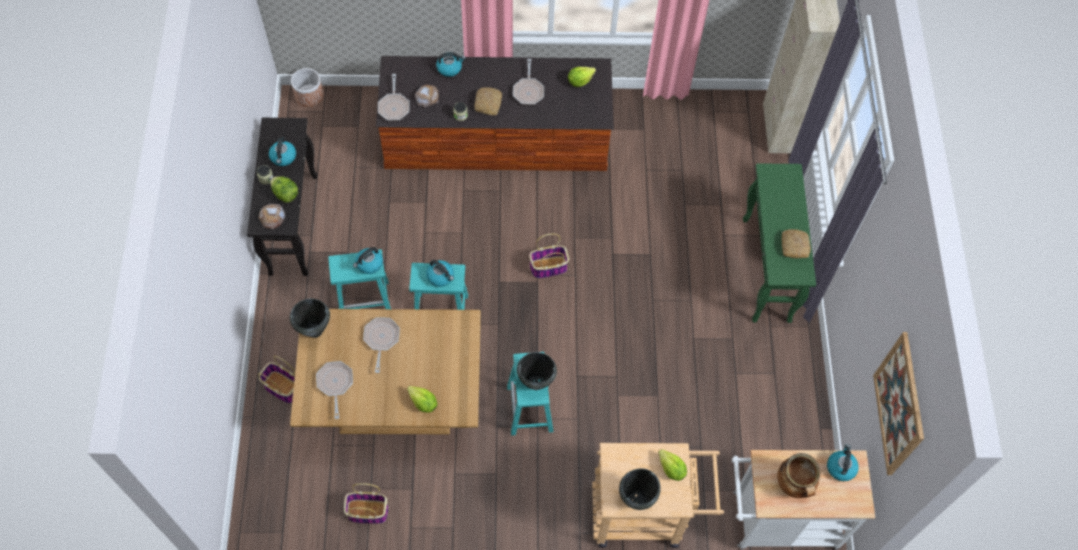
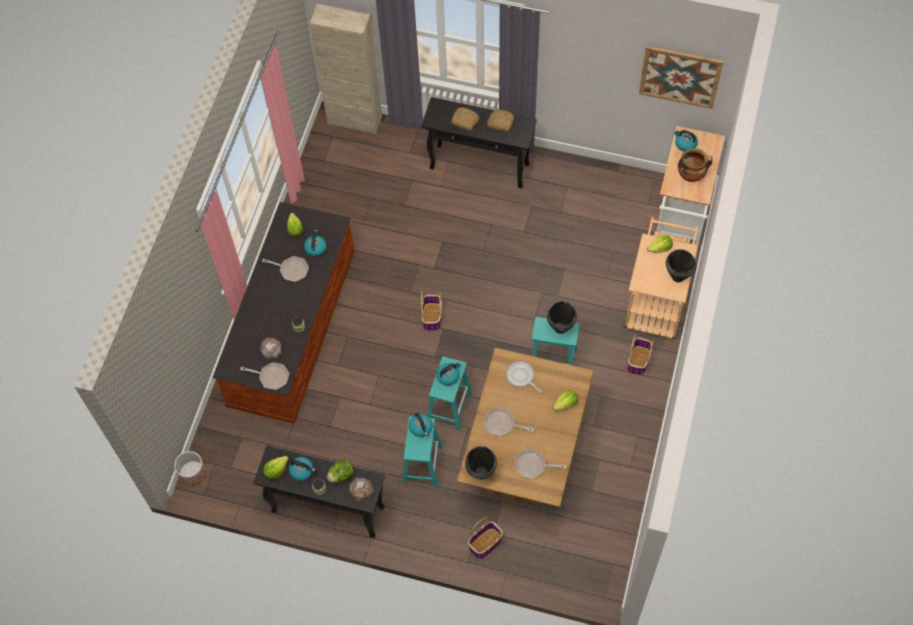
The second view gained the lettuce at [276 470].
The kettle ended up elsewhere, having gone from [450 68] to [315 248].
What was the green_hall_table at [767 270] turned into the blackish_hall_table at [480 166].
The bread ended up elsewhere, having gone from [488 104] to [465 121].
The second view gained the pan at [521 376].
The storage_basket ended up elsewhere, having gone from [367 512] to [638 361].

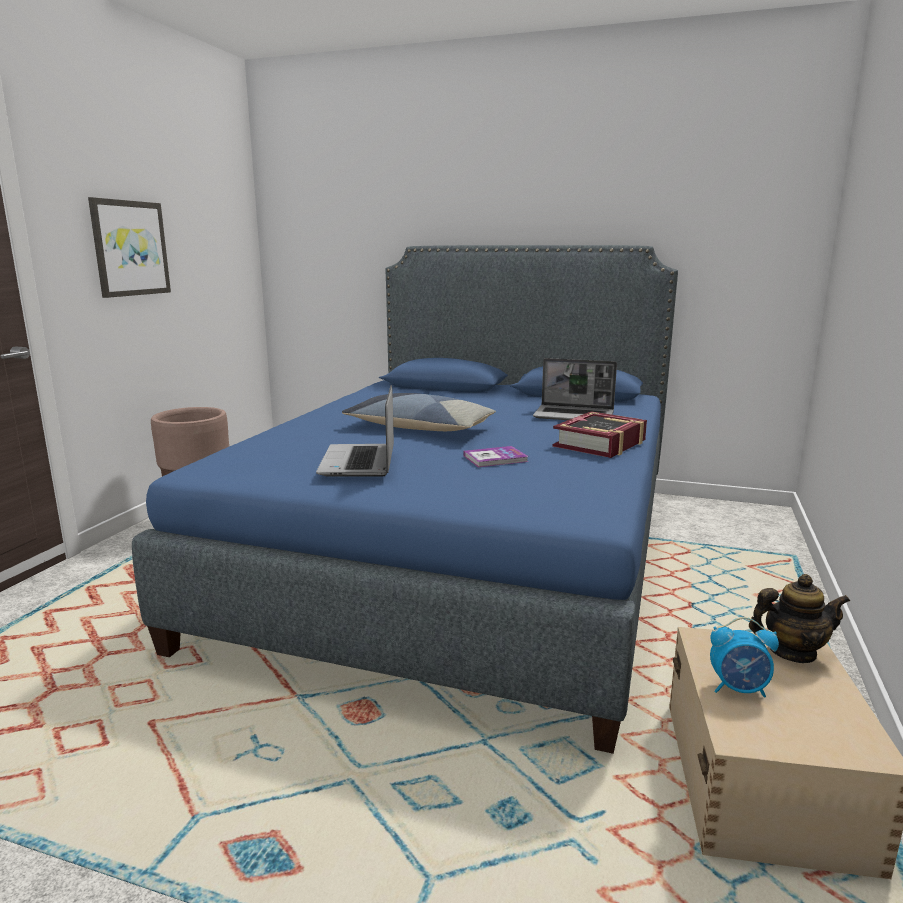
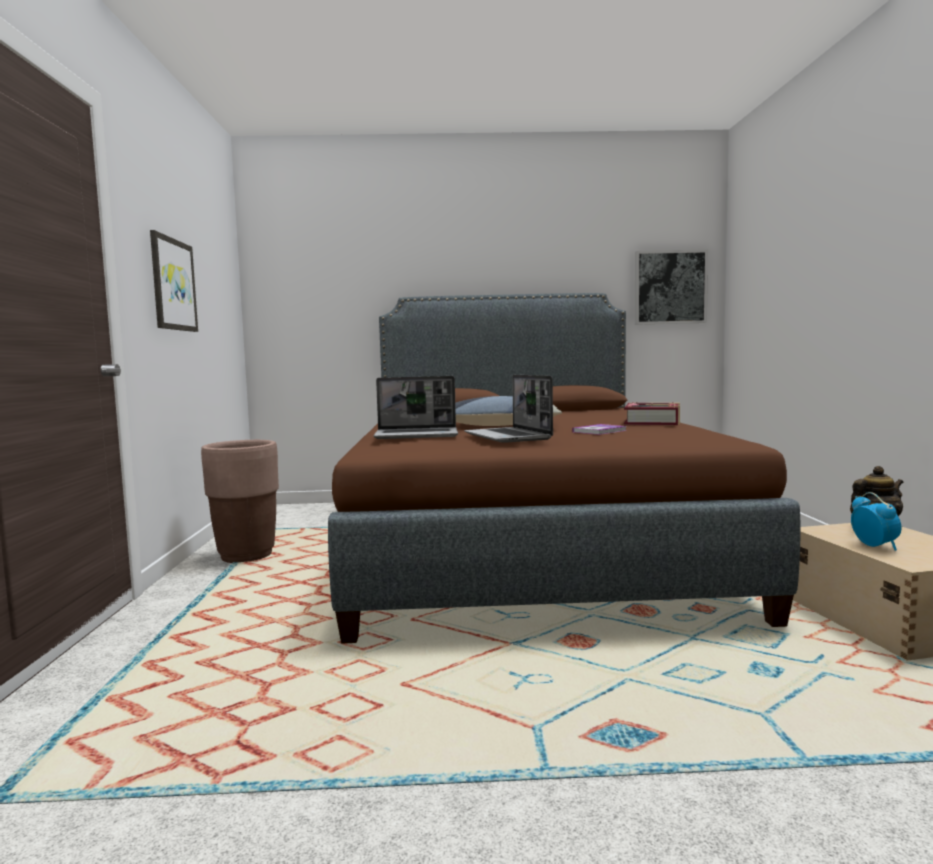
What was the bluish_bedroom_bed at [463 556] turned into the brown_bedroom_bed at [525 545].
The laptop ended up elsewhere, having gone from [575 416] to [417 435].
The second view gained the wall_picture at [670 287].
The table_clock at [739 689] ended up facing another way, 90 degrees counterclockwise from before.

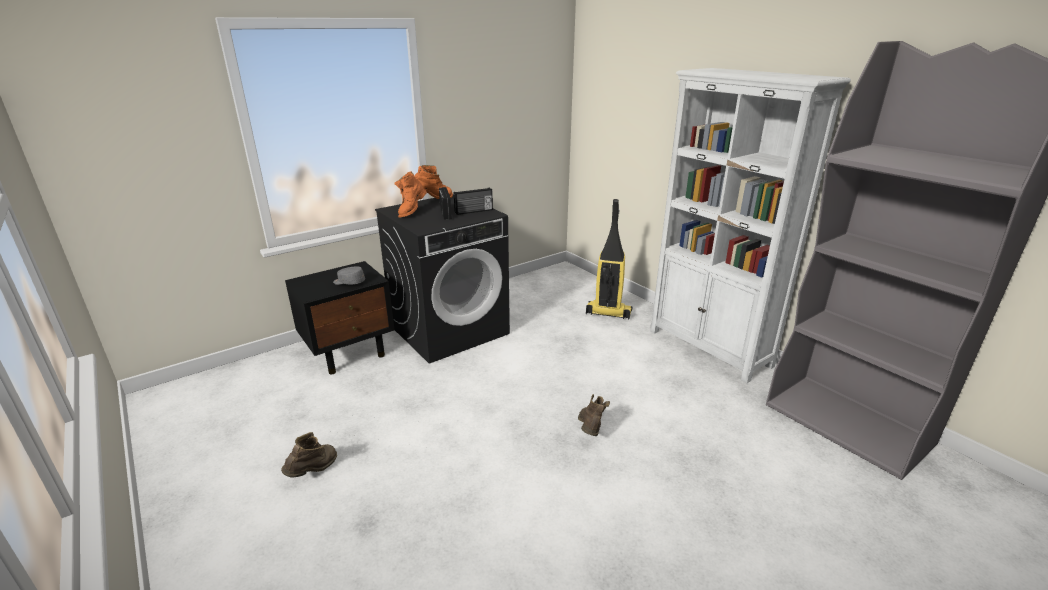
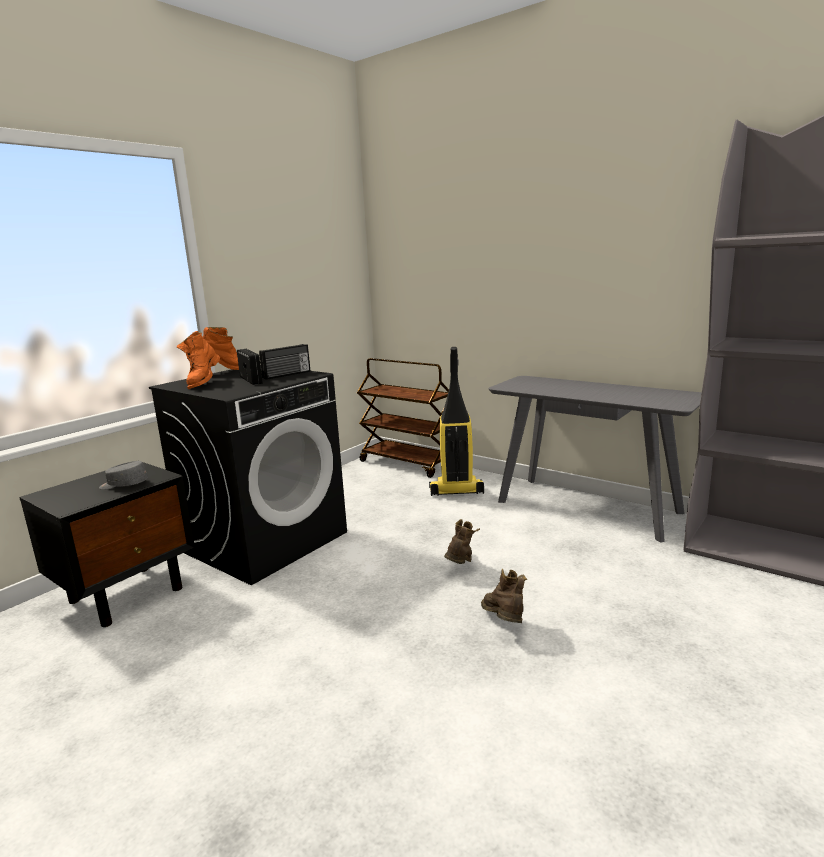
The second view gained the brown_wheeled_cart at [407 463].
The brown_high-top_boot ended up elsewhere, having gone from [314 471] to [460 565].
Where the white-coloured_bookshelf stood at [709 348], the gray_hall_table came to stand at [588 507].

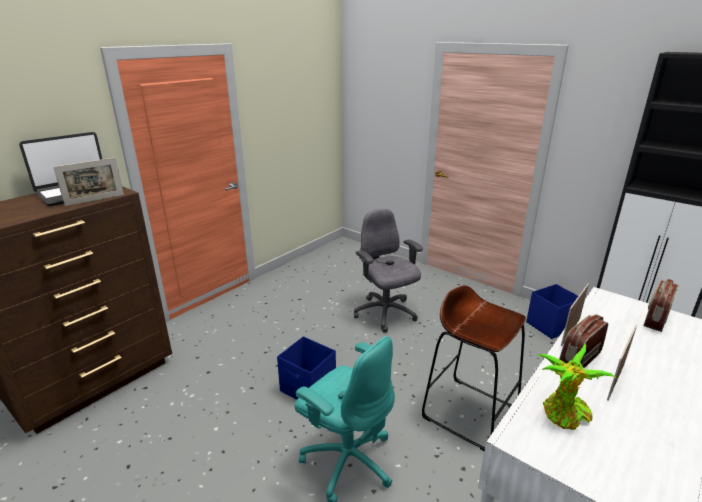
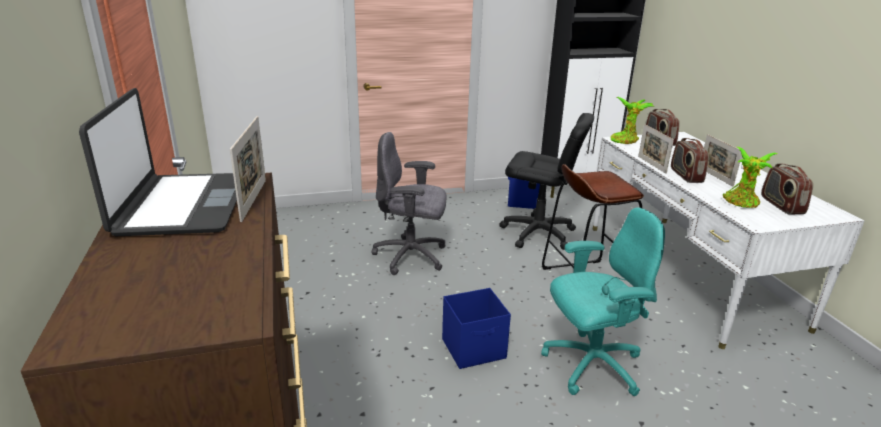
The second view gained the blackish_office_chair at [538 233].
The second view gained the plant_in_a_pot at [625 140].
The second view gained the radio at [781 205].

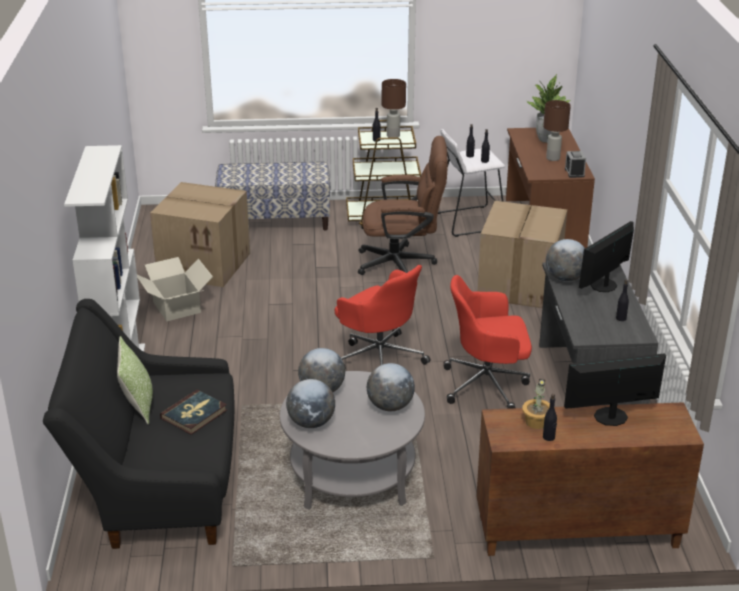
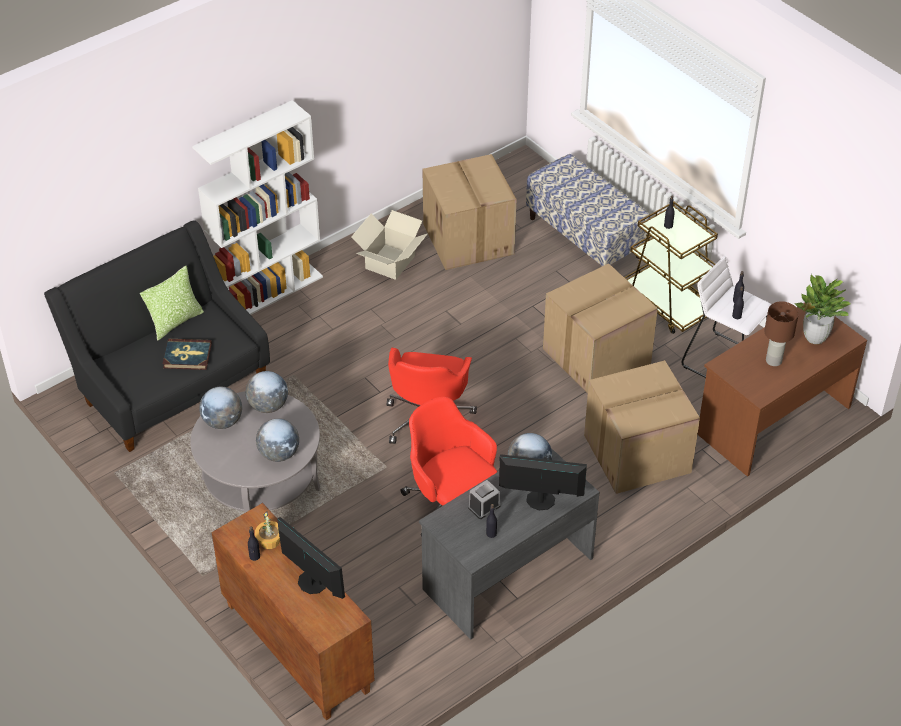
The table_clock ended up elsewhere, having gone from [574 172] to [484 507].
Where the brown_office_chair stood at [403 263], the packing_box came to stand at [596 357].
The second view lost the brown_table_lamp at [393 136].

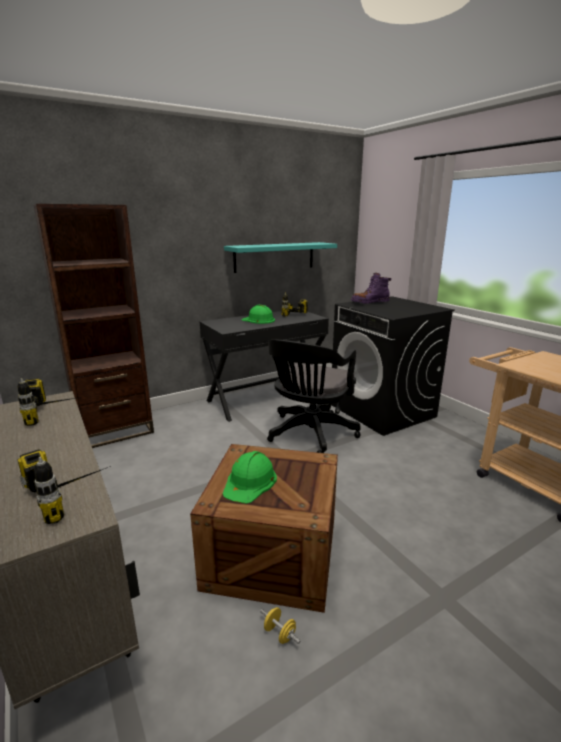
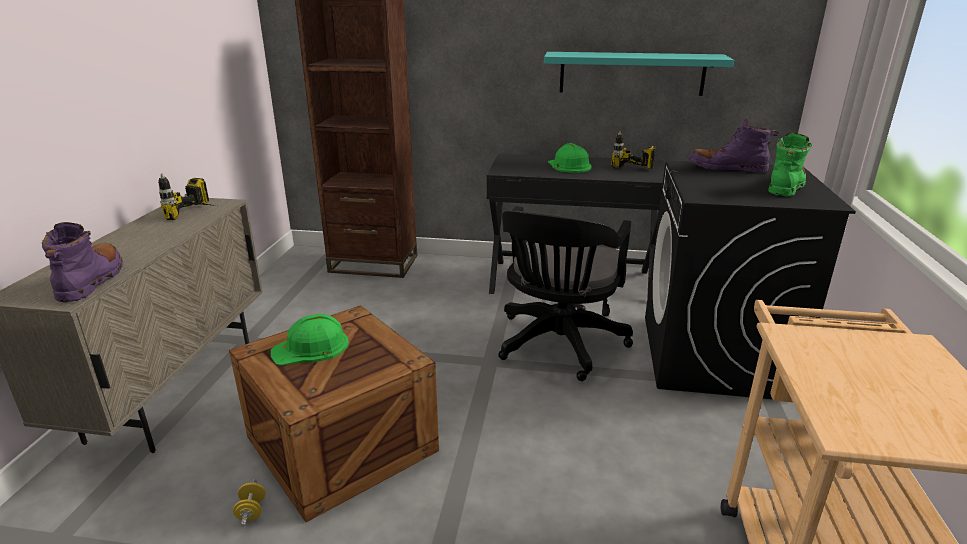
Where the power_drill stood at [75 494], the purple_high-top_boot came to stand at [92 280].
The blackish_office_chair at [309 435] ended up facing another way, 45 degrees counterclockwise from before.
The second view gained the green_high-top_boot at [785 186].

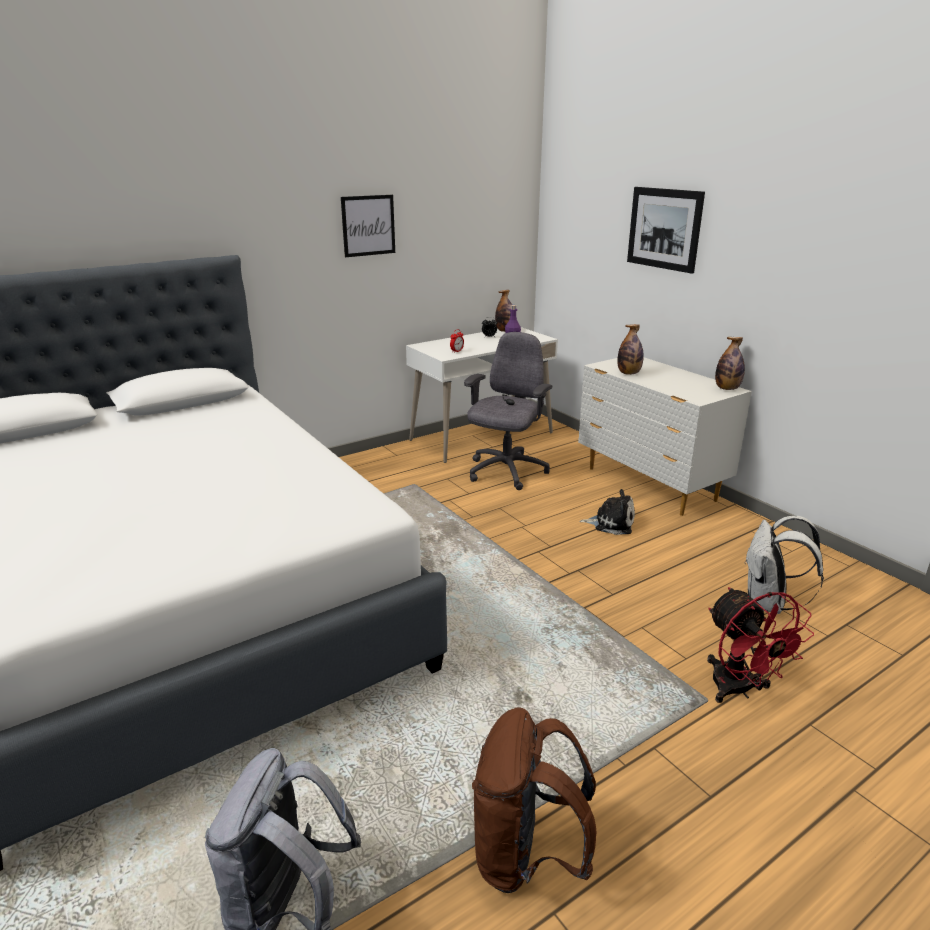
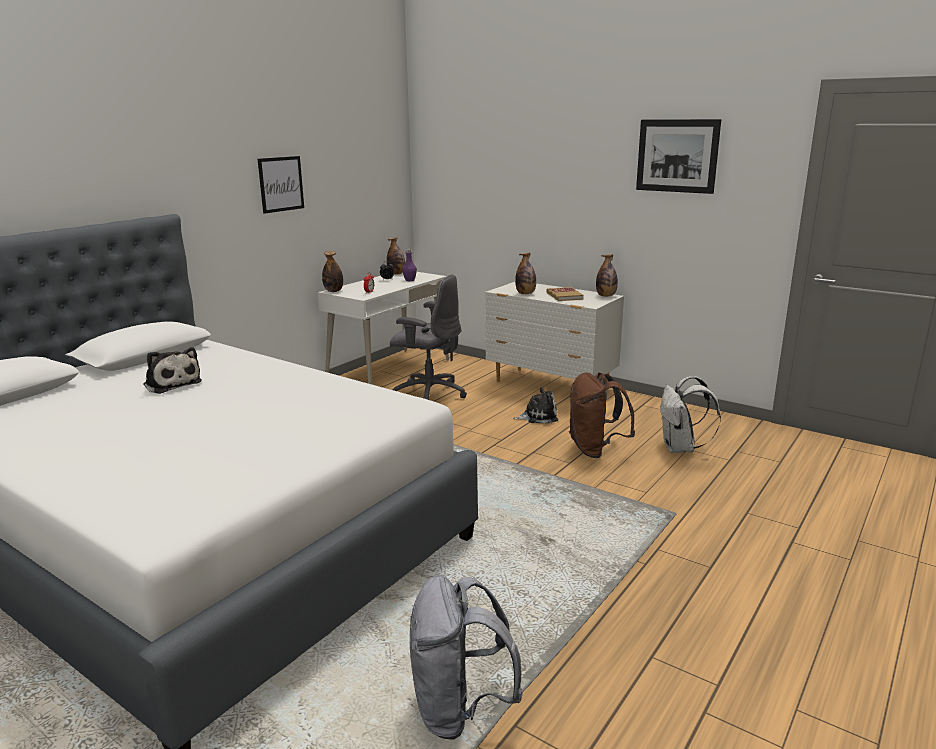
The second view gained the plush_toy at [172 383].
The second view gained the drink_bottle at [333 291].
The gray_office_chair at [505 472] ended up facing another way, 105 degrees clockwise from before.
The second view gained the book at [564 296].
The brown_rucksack ended up elsewhere, having gone from [526 856] to [595 450].
The wall_picture ended up elsewhere, having gone from [664 229] to [677 156].
The second view lost the reddish_cooling_fan at [739 690].

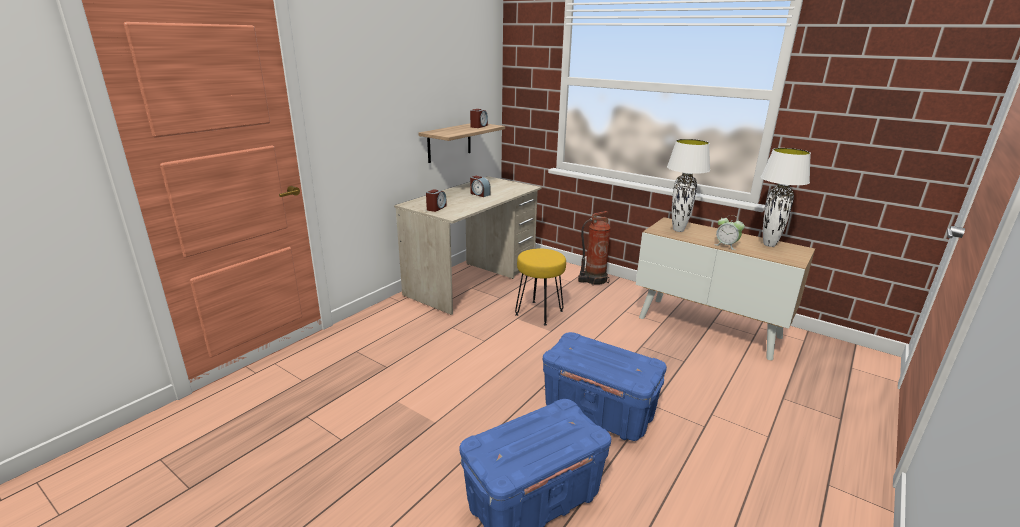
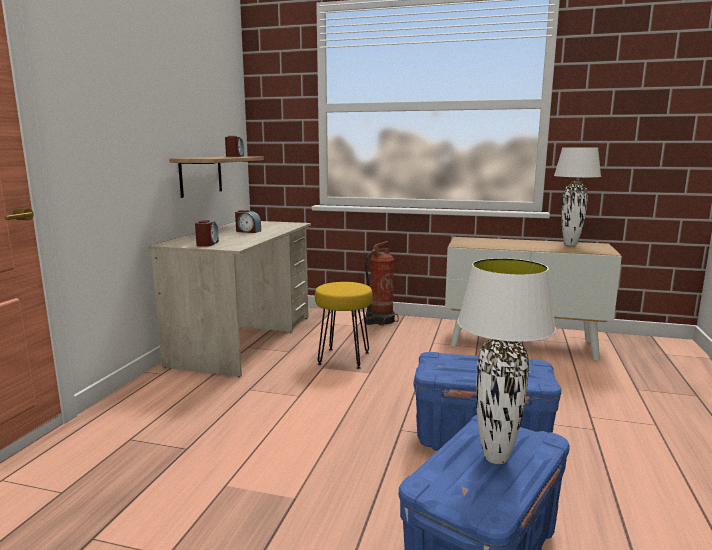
The white-coloured_table_lamp ended up elsewhere, having gone from [678 230] to [496 458].
The second view lost the table_clock at [726 245].

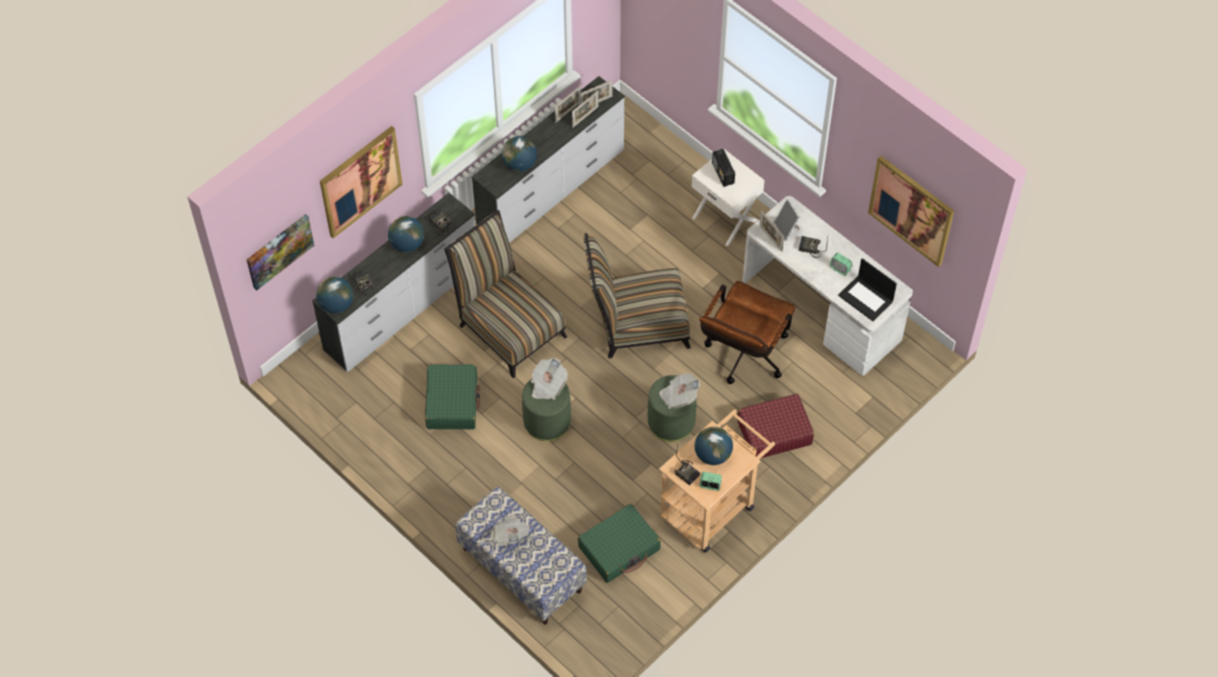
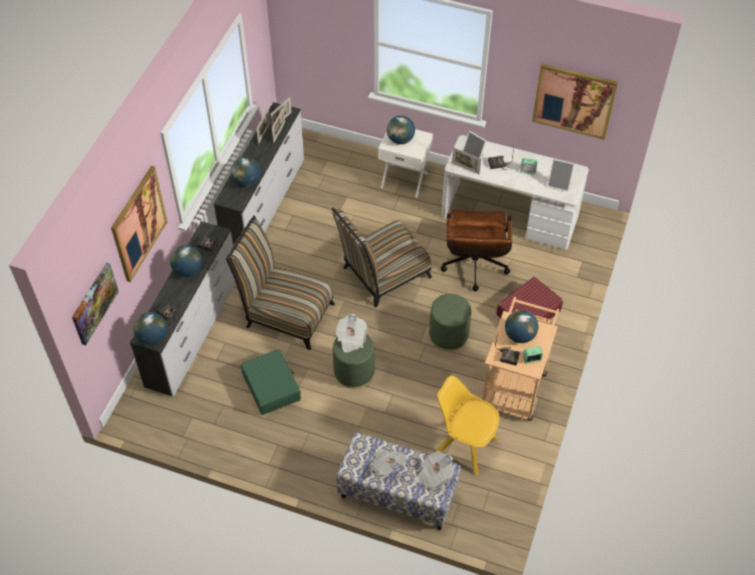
Where the radio stood at [723 174], the globe came to stand at [400 139].
The daily_paper ended up elsewhere, having gone from [679 396] to [434 475].
Where the green_piece_of_luggage stood at [619 548], the yellow-coloured_upright_chair came to stand at [464 445].
Where the laptop stood at [866 298], the standing_frame came to stand at [559 184].

